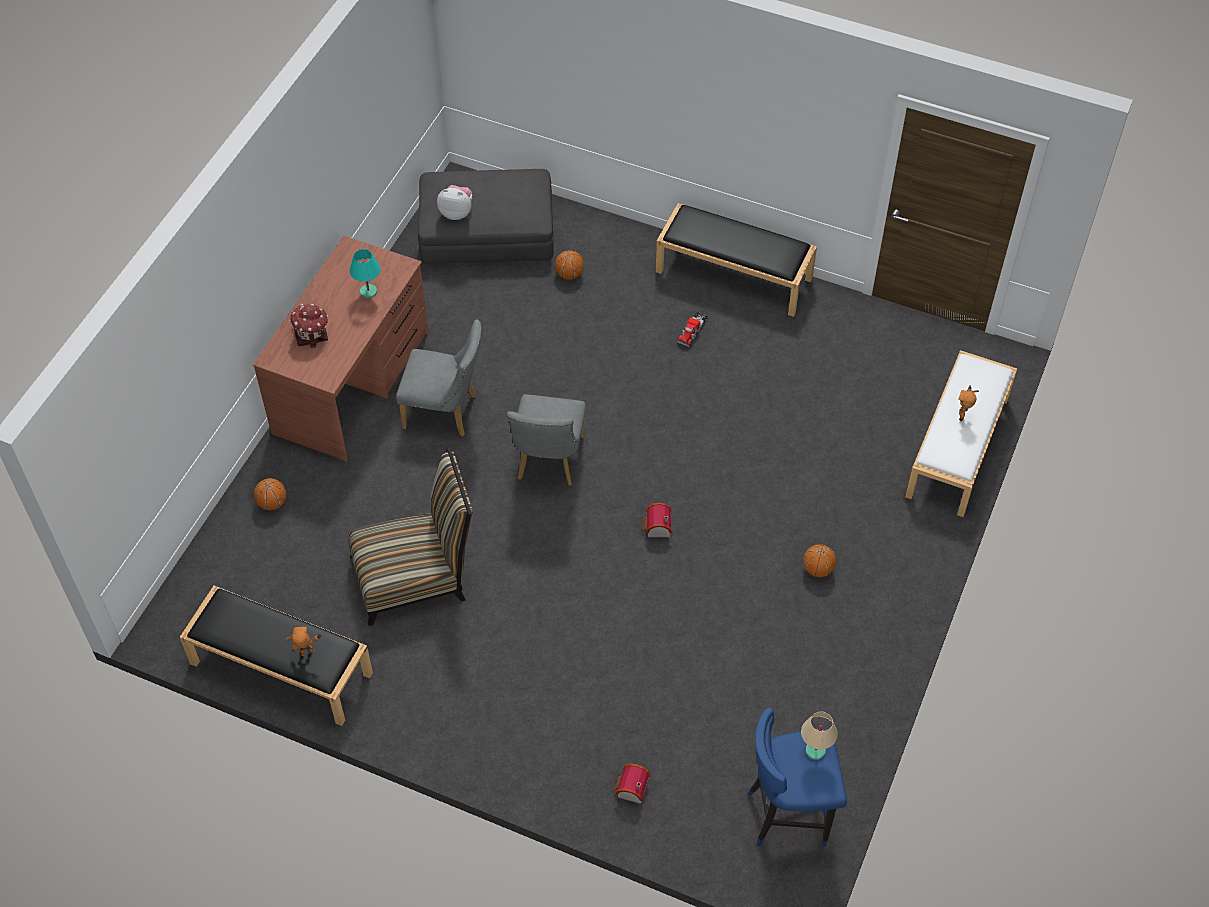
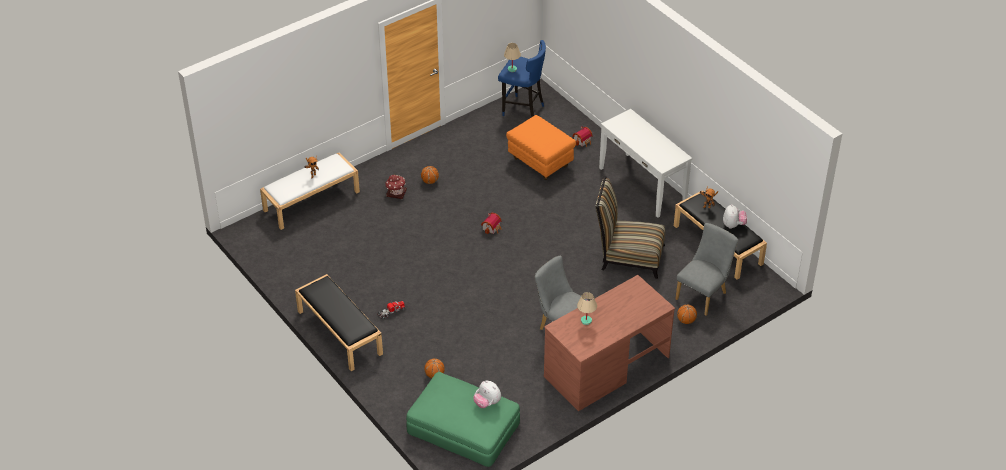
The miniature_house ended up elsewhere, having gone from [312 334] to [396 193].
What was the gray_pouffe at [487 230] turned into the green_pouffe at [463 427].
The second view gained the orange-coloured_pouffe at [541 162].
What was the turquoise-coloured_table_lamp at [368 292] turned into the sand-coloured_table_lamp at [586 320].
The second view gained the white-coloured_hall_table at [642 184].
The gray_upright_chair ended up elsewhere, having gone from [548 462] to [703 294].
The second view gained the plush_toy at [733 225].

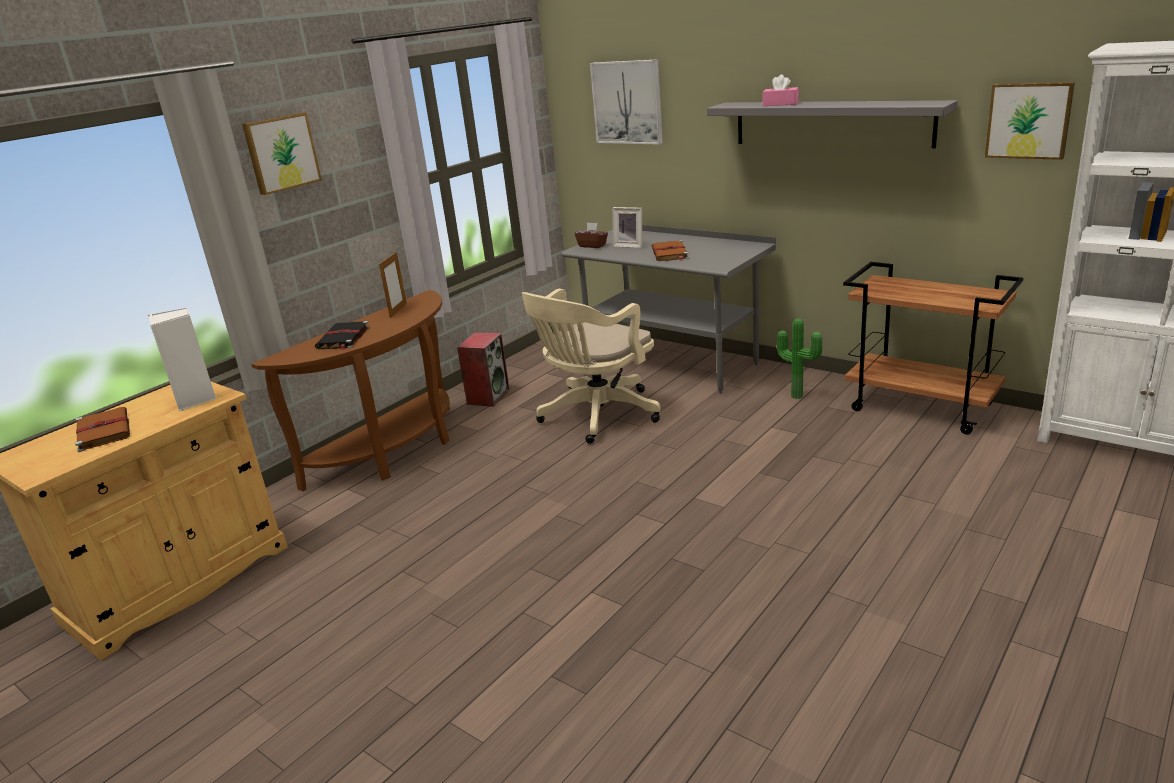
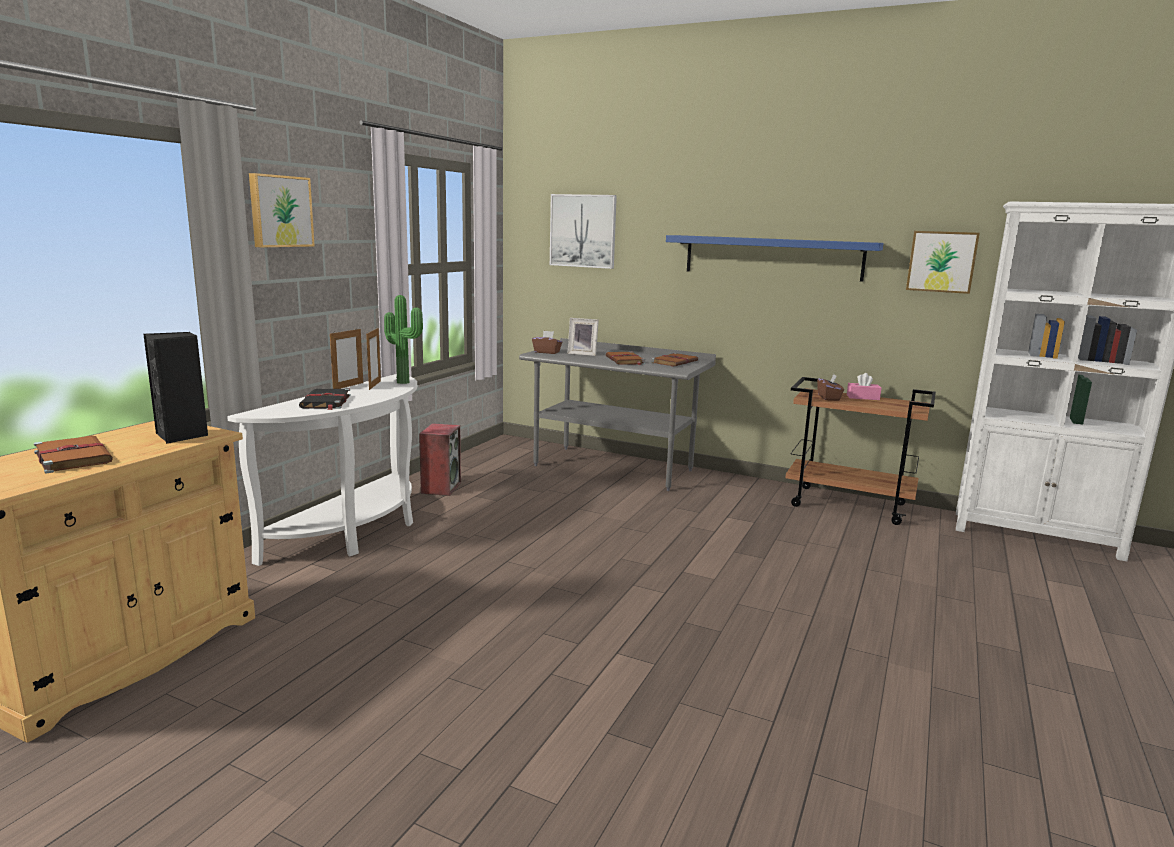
What was the white-coloured_audio_speaker at [195 400] turned into the blackish_audio_speaker at [182 435].
What was the brown_hall_table at [394 452] turned into the white-coloured_hall_table at [355 532].
The second view gained the standing_frame at [348 386].
The plant_in_a_pot ended up elsewhere, having gone from [798 395] to [405 382].
The second view gained the brown_book at [675 362].
What was the gray_bracket_shelf at [831 123] turned into the bluish_bracket_shelf at [772 257].
The second view gained the brown_tissue_holder at [829 397].
The pinkish_tissue_holder ended up elsewhere, having gone from [780 104] to [863 397].
The second view lost the sand-coloured_office_chair at [595 416].

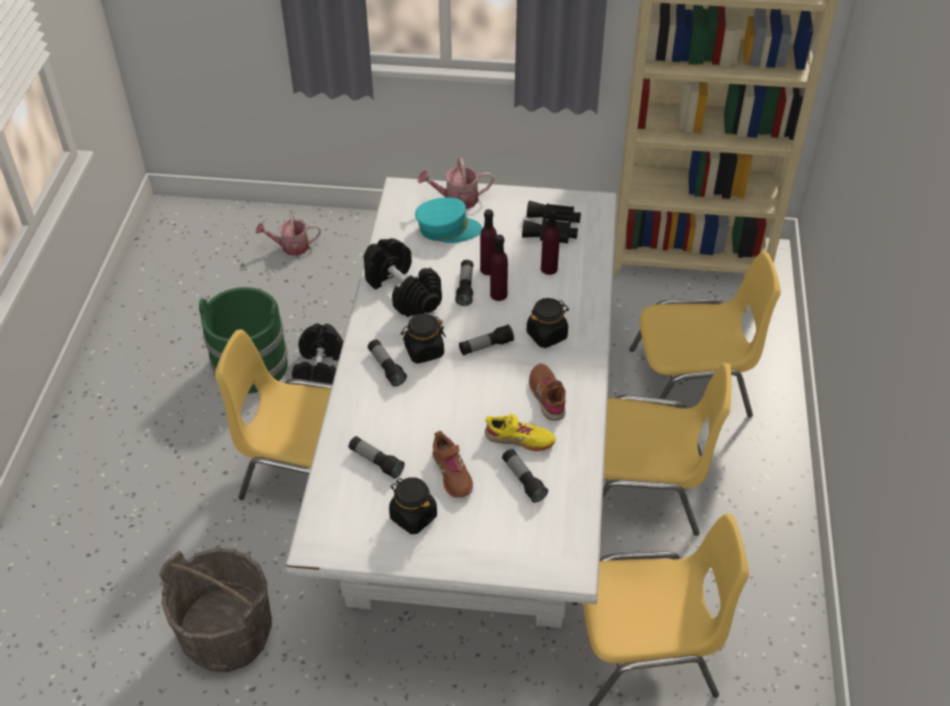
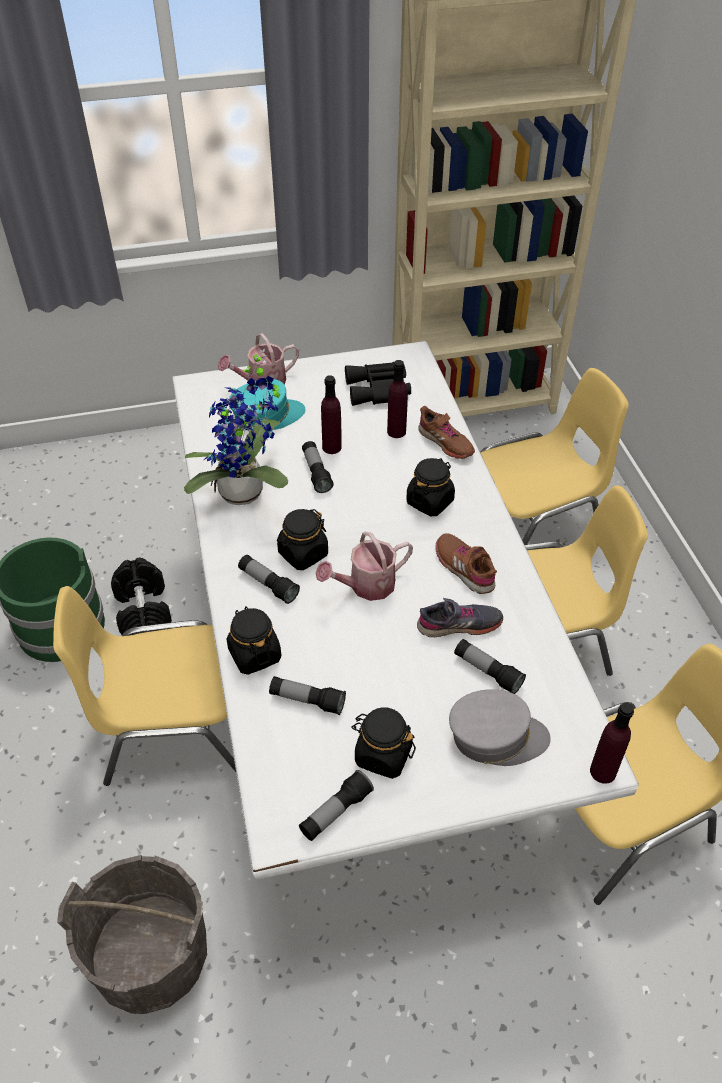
Where the blackish_free_weight stood at [402 291], the plant_in_a_pot came to stand at [247 494].
The second view gained the blackish_jar at [254 654].
The torch ended up elsewhere, having gone from [486 346] to [335 812].
The sprinkling_can ended up elsewhere, having gone from [291 247] to [366 586].
What was the yellow-coloured_shoe at [519 439] turned into the gray_shoe at [459 625].
The brown_shoe ended up elsewhere, having gone from [451 473] to [445 442].
The second view gained the gray_cap at [496 737].
The purple_drink_bottle ended up elsewhere, having gone from [498 294] to [602 771].

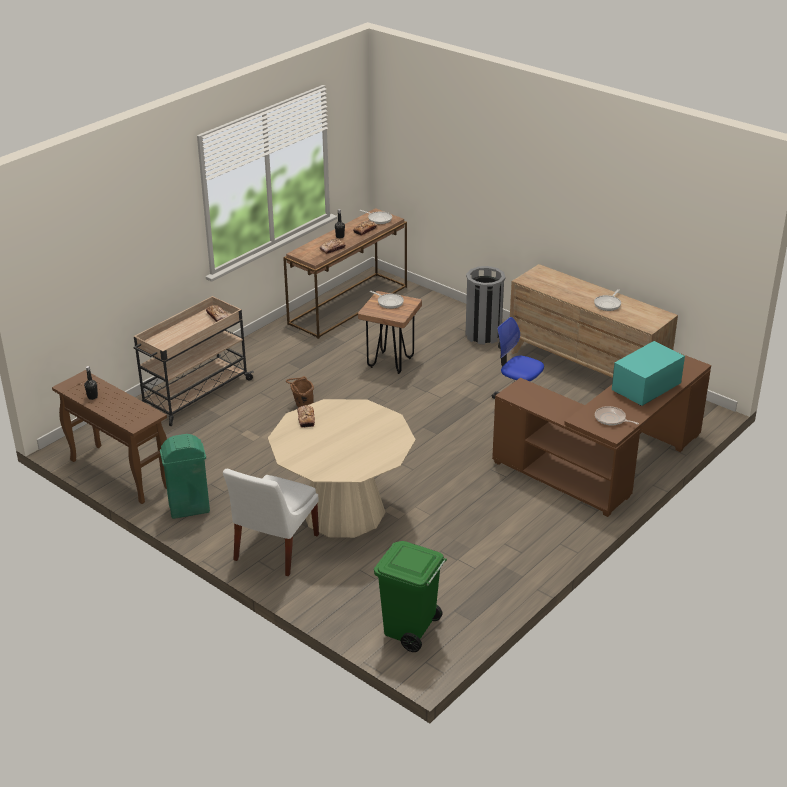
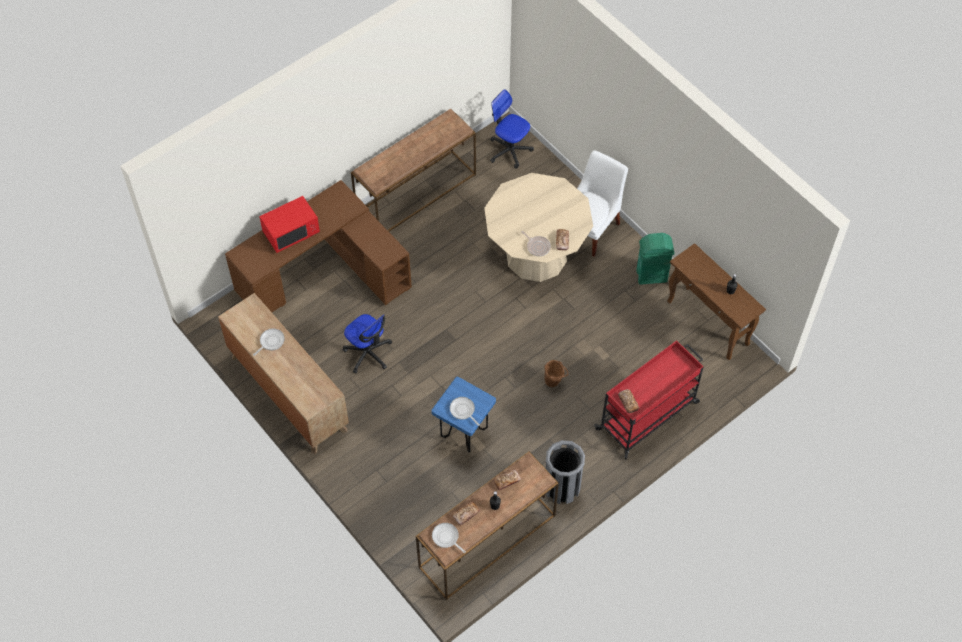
What was the turquoise-coloured_microwave at [646 389] turned into the reddish_microwave at [291 232].
The second view gained the brown_hall_table at [416 193].
What was the brown_stool_seat at [390 362] turned into the bluish_stool_seat at [464 433].
Where the green_rubbish_bin stood at [410 631], the office_chair came to stand at [510 150].
The pan ended up elsewhere, having gone from [611 419] to [537 246].
The gray_rubbish_bin ended up elsewhere, having gone from [483 335] to [562 487].
What was the sand-coloured_wheeled_cart at [195 394] turned into the reddish_wheeled_cart at [648 415].

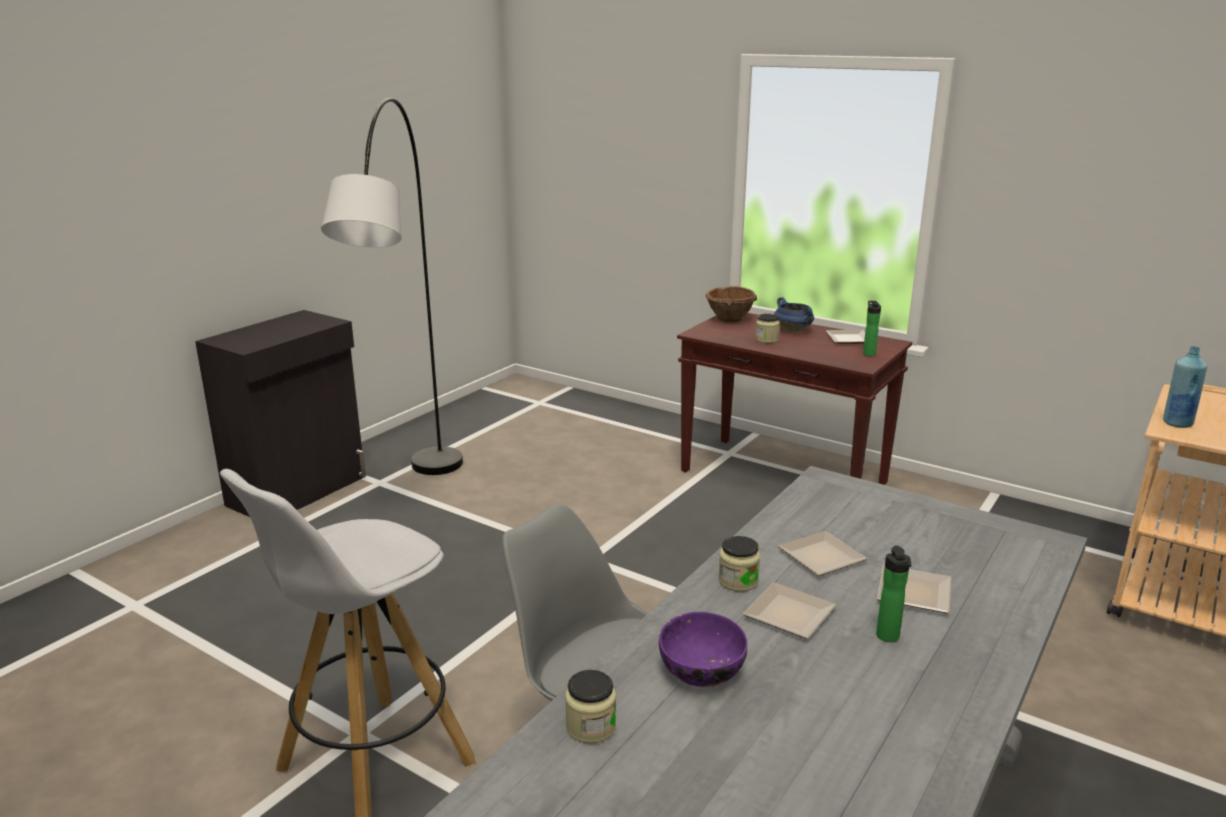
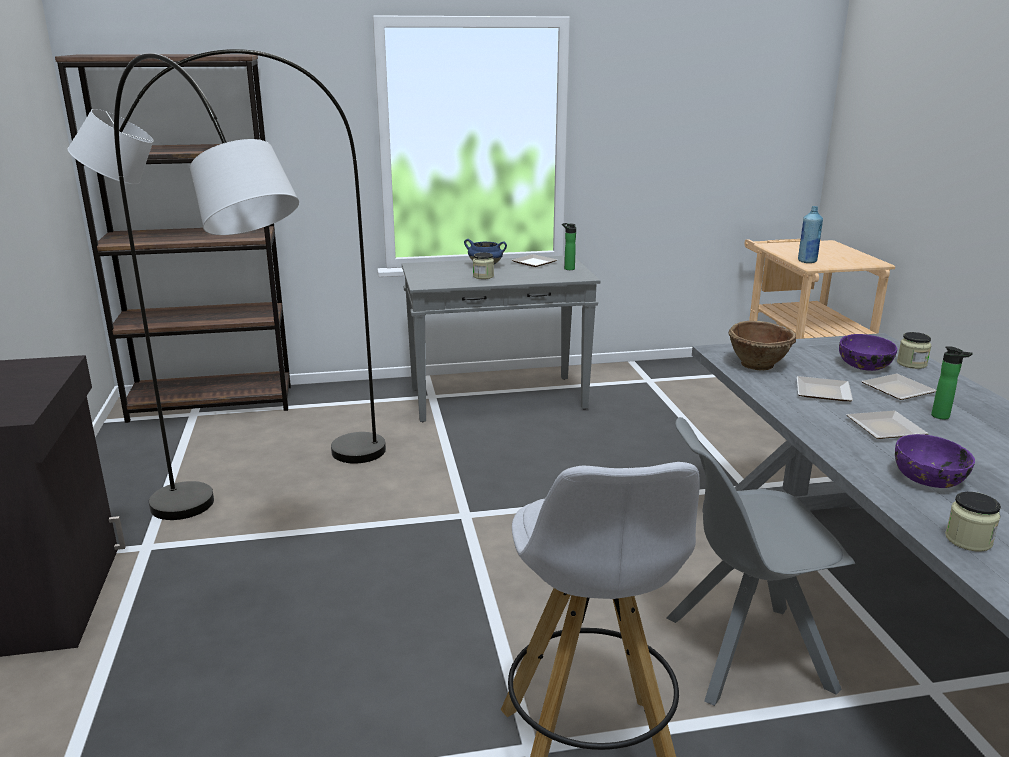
The second view gained the brown_bookshelf at [212 403].
The second view gained the gray_floor_lamp at [254 459].
What was the brown_hall_table at [784 477] turned into the gray_hall_table at [499 398].
The brown_bowl ended up elsewhere, having gone from [730 319] to [758 365].
The second view gained the purple_bowl at [864 366].
The jar ended up elsewhere, having gone from [738 581] to [911 364].

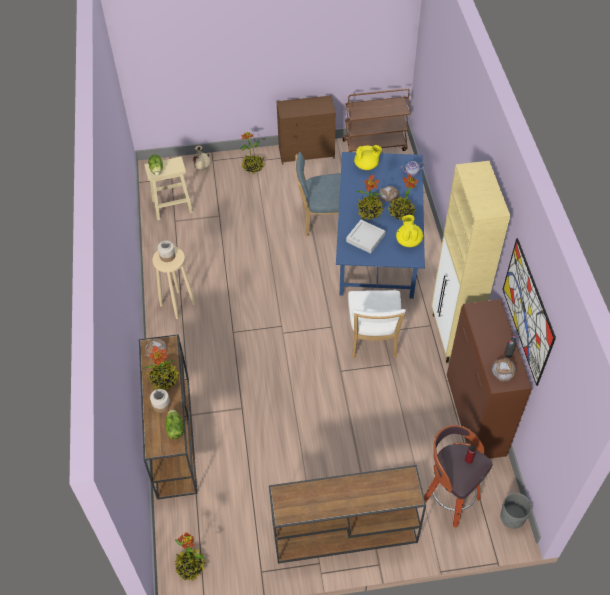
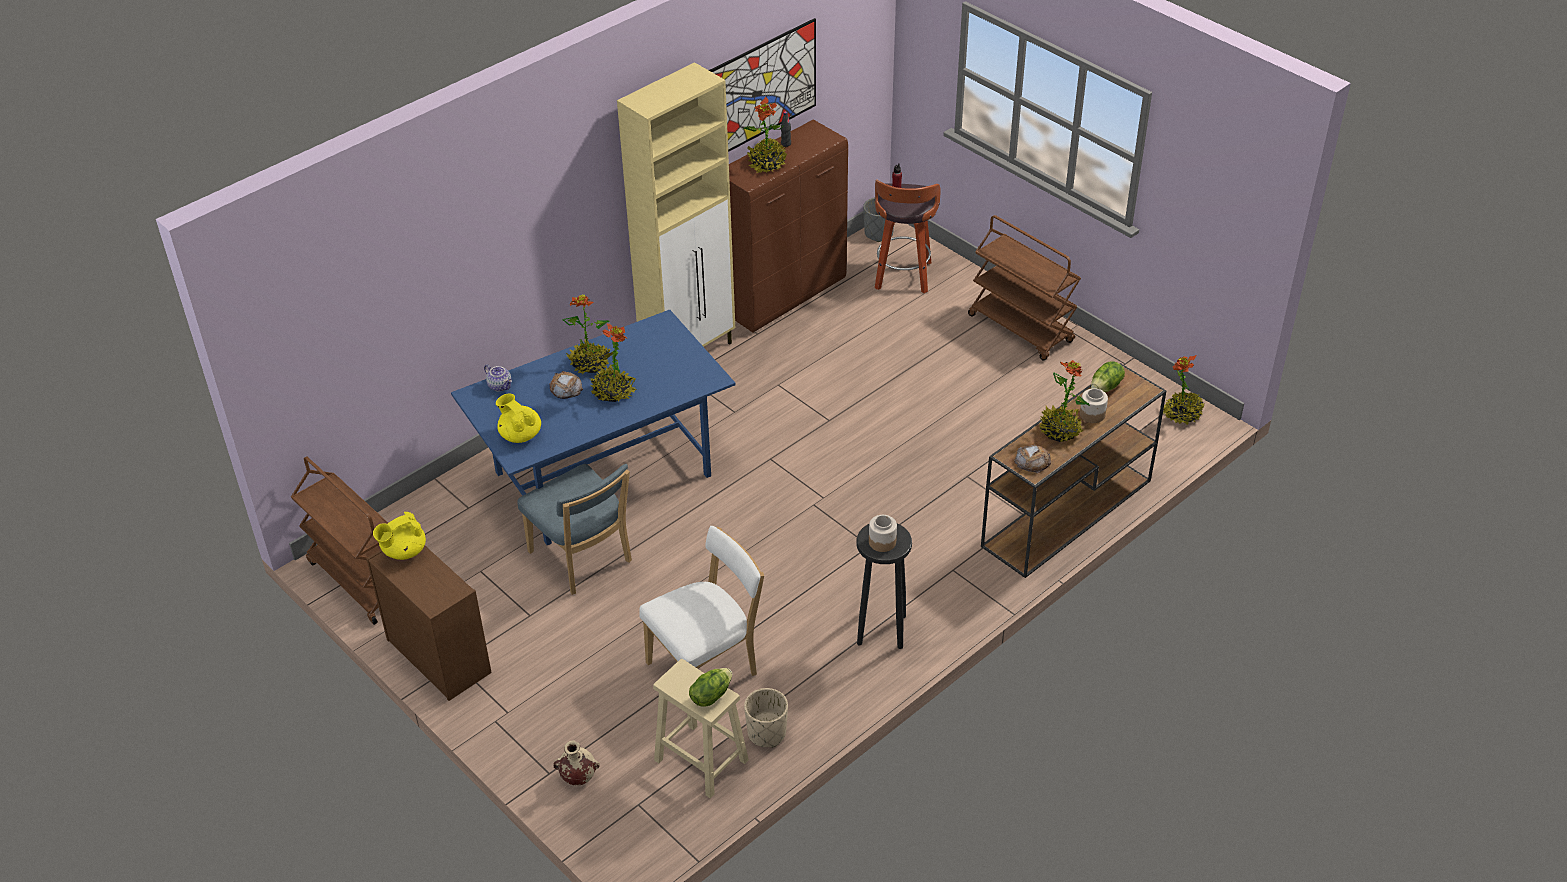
The yellow-coloured_tea_pot ended up elsewhere, having gone from [408 241] to [403 551].
The white-coloured_upright_chair ended up elsewhere, having gone from [373 341] to [707 667].
The plant_in_a_pot ended up elsewhere, having gone from [253 167] to [767 163].
The second view gained the sand-coloured_plant_pot at [766 733].
What was the sand-coloured_stool_seat at [178 304] turned into the blackish_stool_seat at [880 629].
Where the brown_hall_table stood at [343 533], the brown_wheeled_cart came to stand at [1021 329].
The second view lost the gray_tray at [365 238].
The second view lost the bread at [503 371].

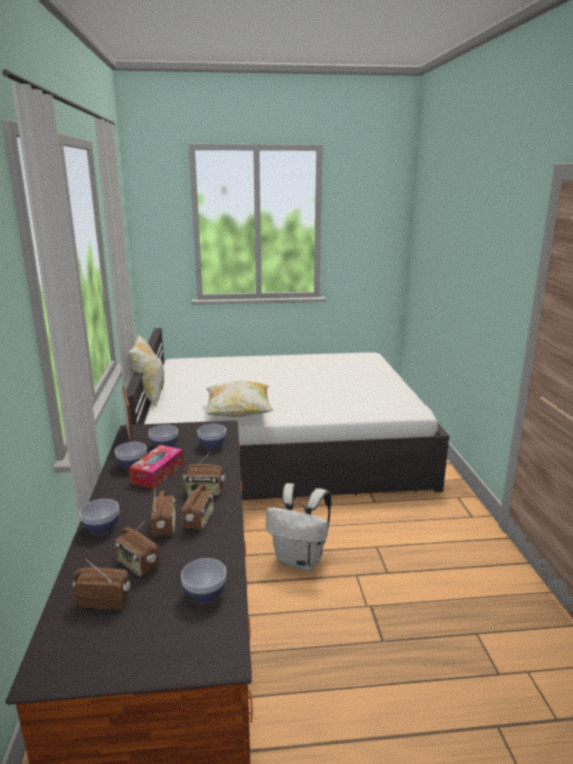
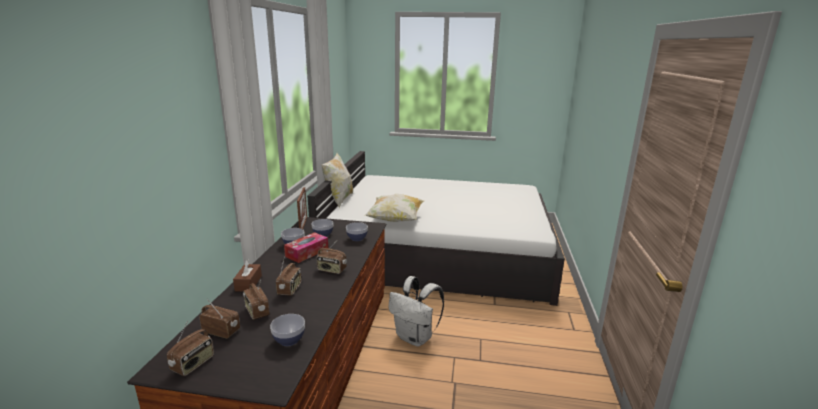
The radio ended up elsewhere, having gone from [199 520] to [193 364].
Where the bowl stood at [101 528], the brown_tissue_holder came to stand at [248 283].

